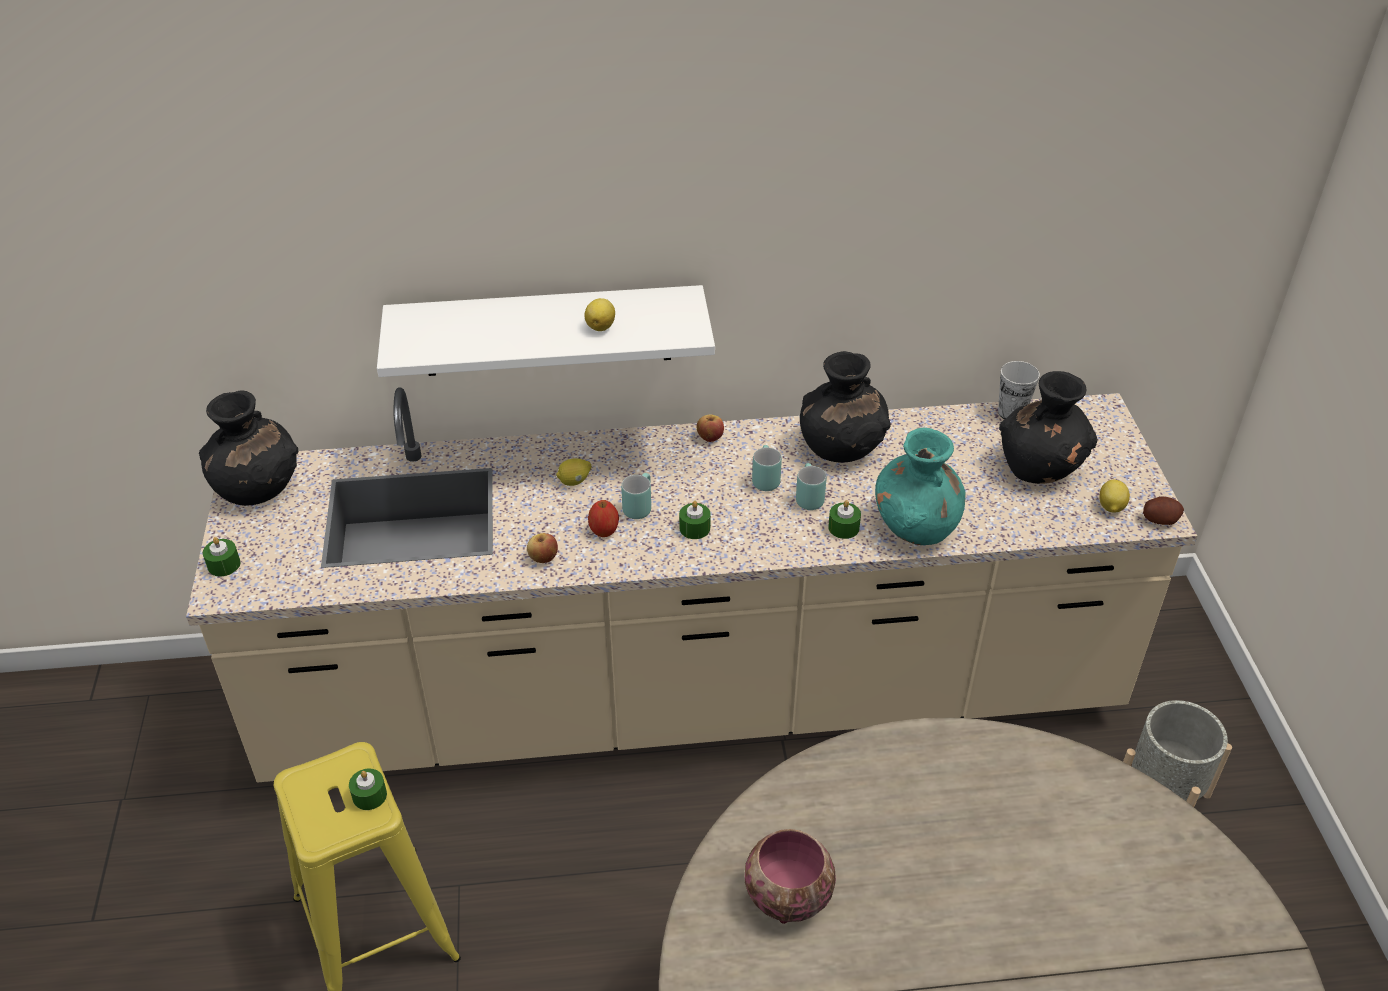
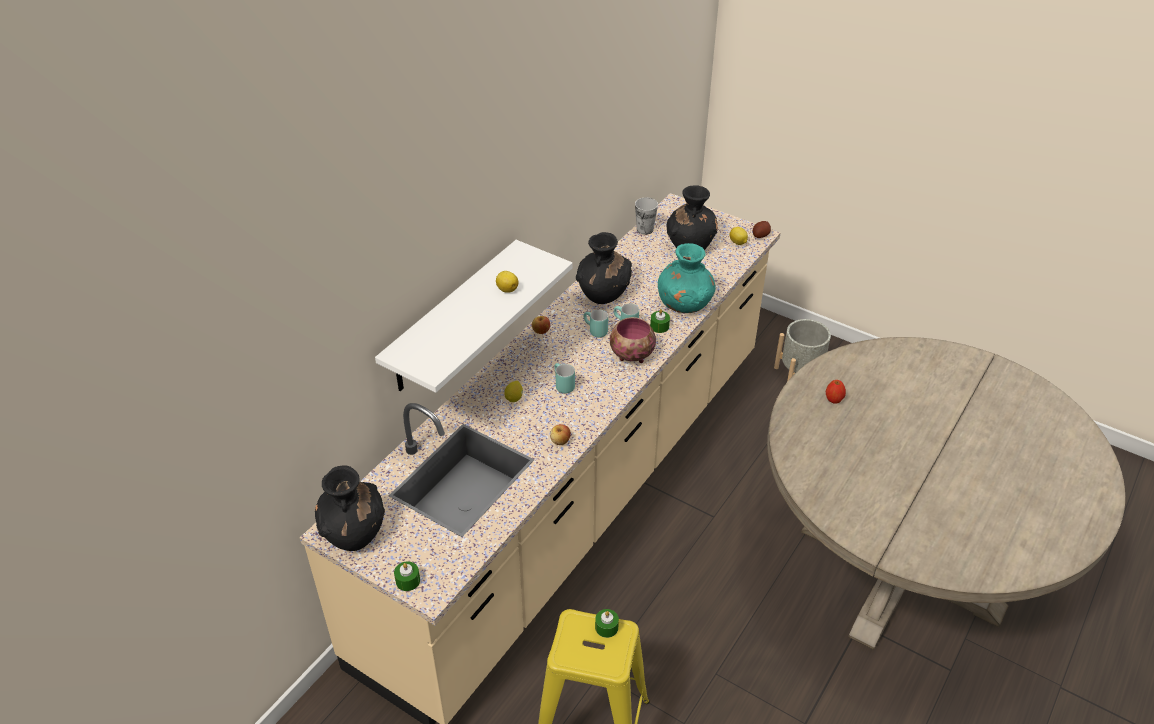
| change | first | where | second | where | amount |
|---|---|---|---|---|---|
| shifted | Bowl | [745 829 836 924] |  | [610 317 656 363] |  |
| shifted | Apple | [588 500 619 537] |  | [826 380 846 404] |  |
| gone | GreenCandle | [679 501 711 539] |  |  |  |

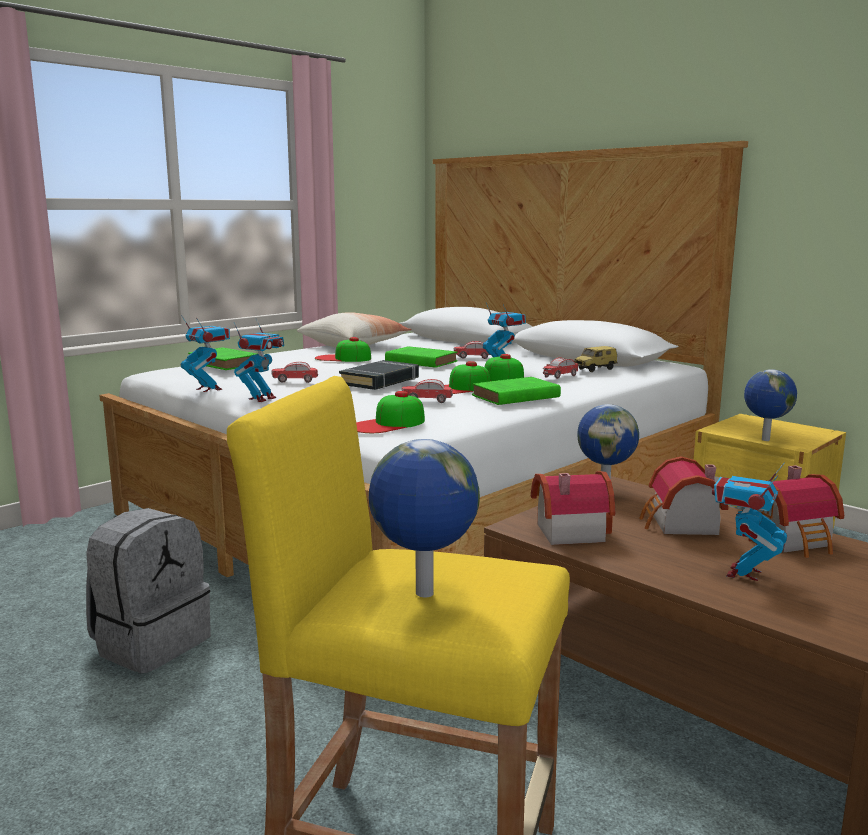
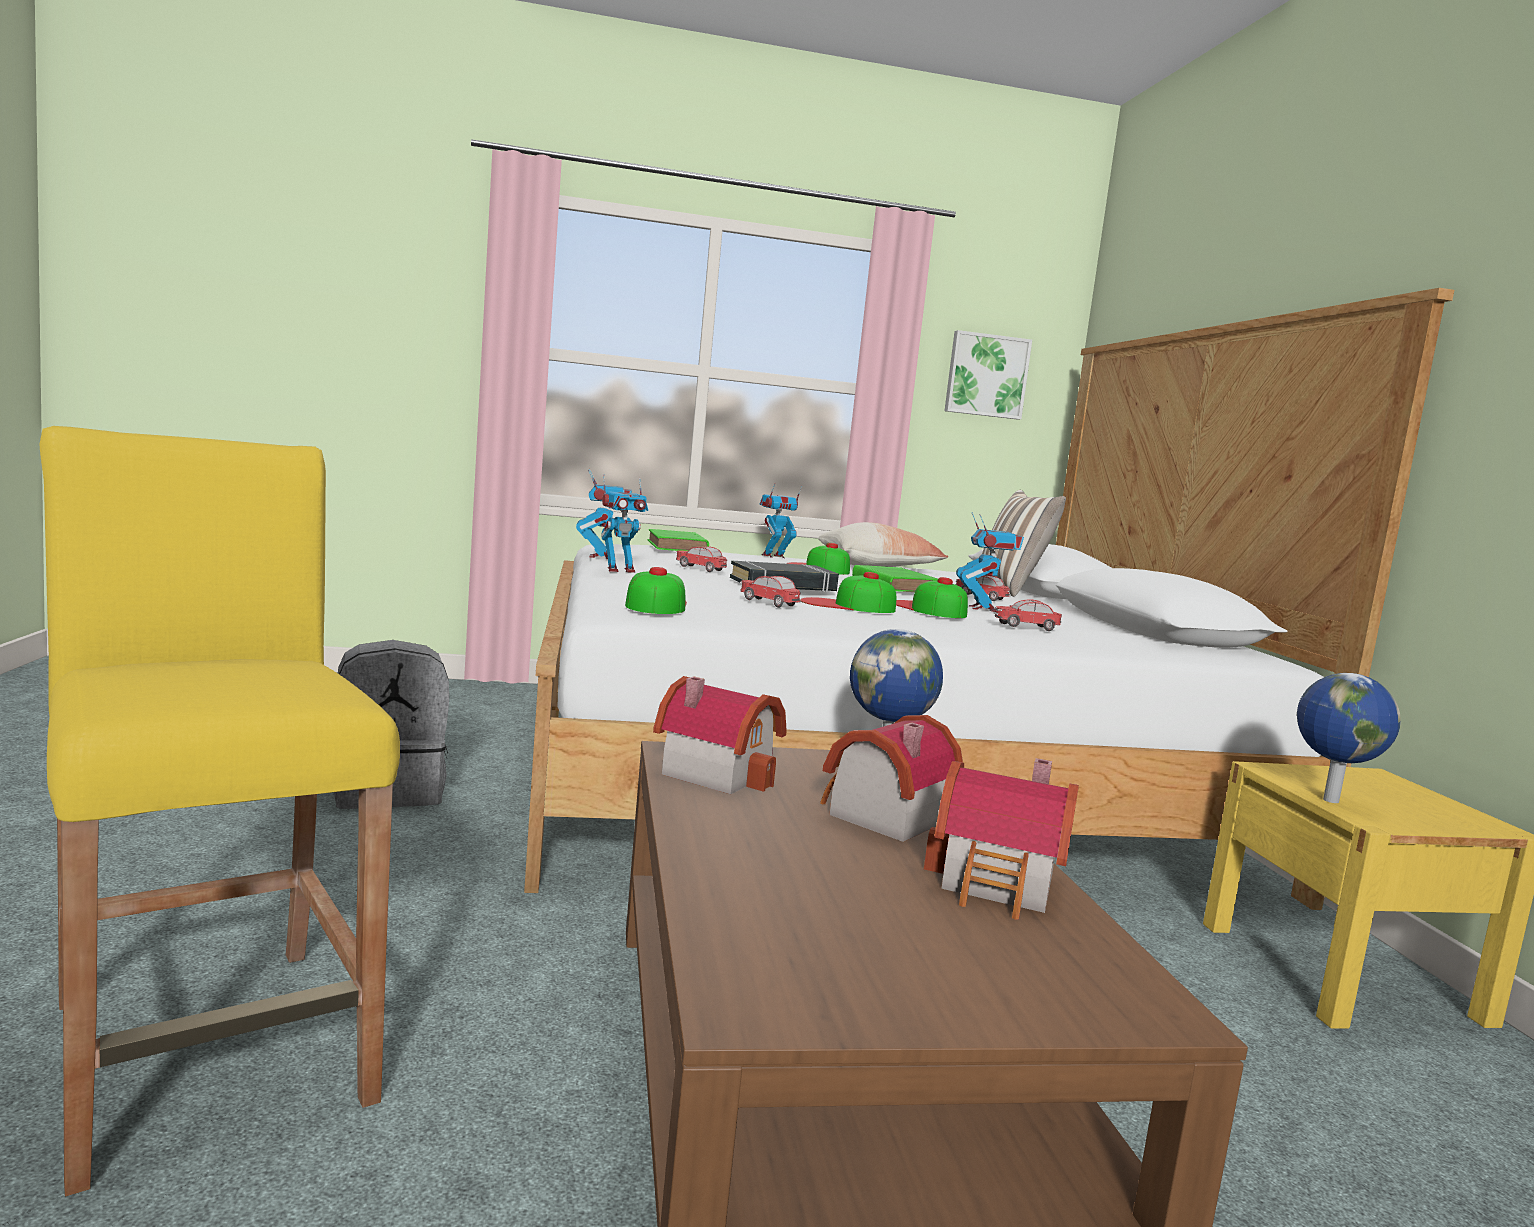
| change | first | where | second | where | amount |
|---|---|---|---|---|---|
| rotated | Cap | [356 391 425 433] |  | [625 567 687 614] | 90 degrees clockwise |
| shifted | ToyRobot | [712 463 787 581] |  | [760 484 802 558] |  |
| new |  |  | Picture | [944 330 1032 419] |  |
| new |  |  | Pillow | [982 490 1066 597] |  |
| gone | Globe | [369 439 480 597] |  |  |  |
| gone | GreenBook | [472 377 561 405] |  |  |  |
| gone | ToyCar | [574 346 618 372] |  |  |  |

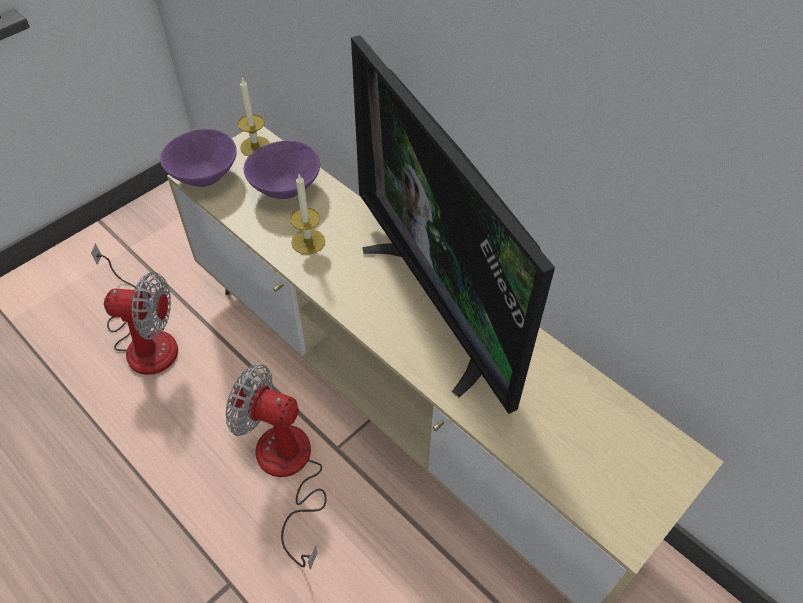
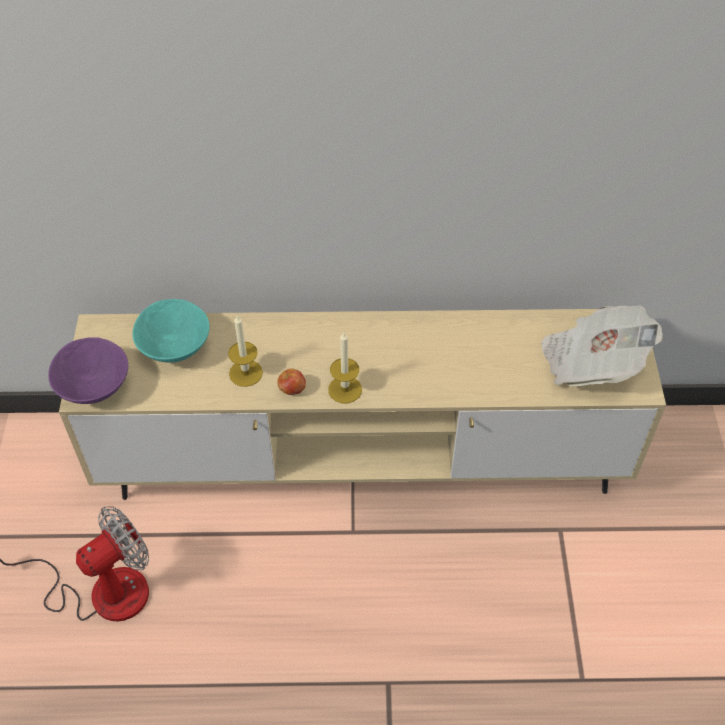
| change | first | where | second | where | amount |
|---|---|---|---|---|---|
| repainted | PurpleBowl | [243 141 320 199] | TurquoiseBowl | [133 299 210 363] |  |
| new |  |  | Apple | [278 369 306 395] |  |
| shifted | Candle | [238 77 270 156] |  | [328 332 362 403] |  |
| new |  |  | Newspaper | [541 305 663 386] |  |
| gone | Fan | [226 364 327 570] |  |  |  |
| gone | Television | [351 35 555 414] |  |  |  |

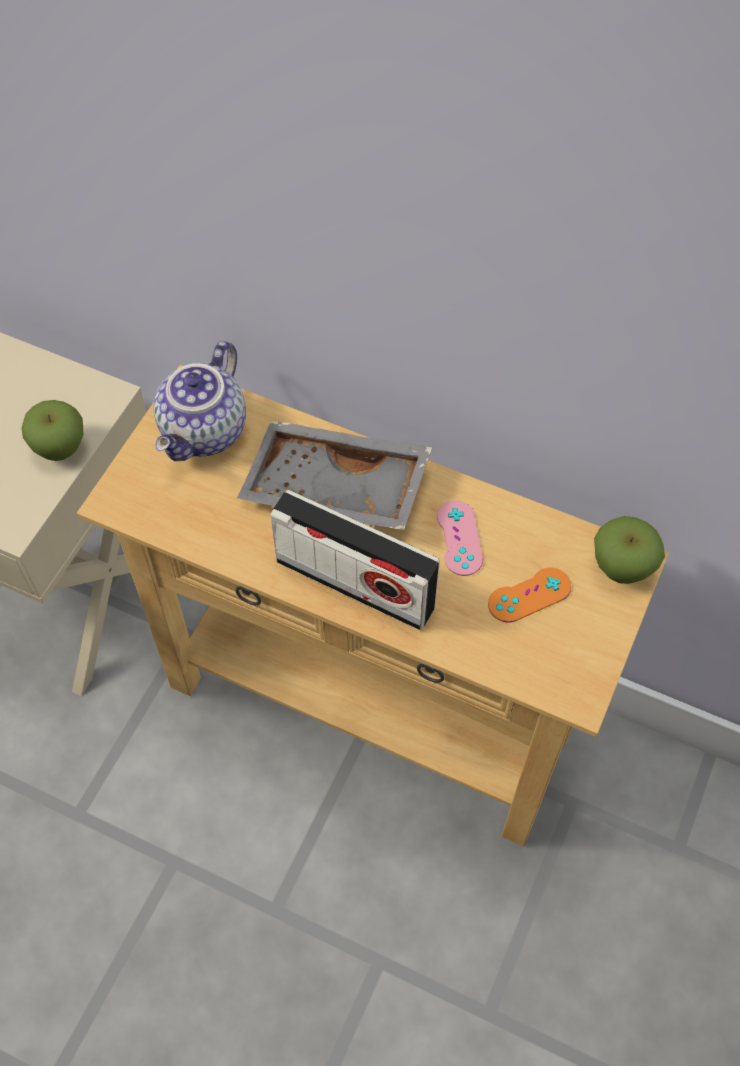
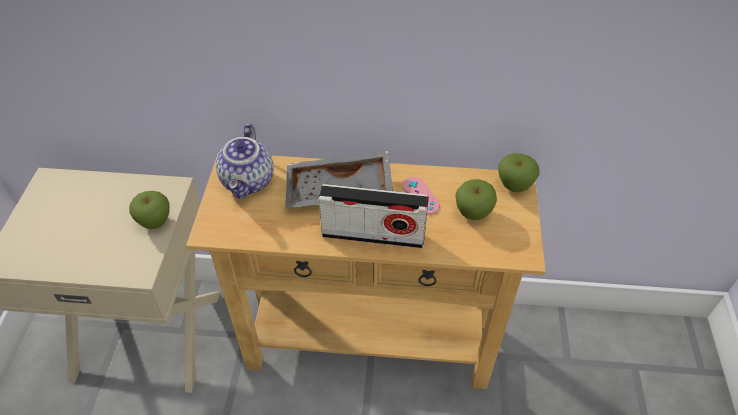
| change | first | where | second | where | amount |
|---|---|---|---|---|---|
| swapped | OrangeGameController | [488 568 571 623] | Apple | [455 179 497 220] |  |

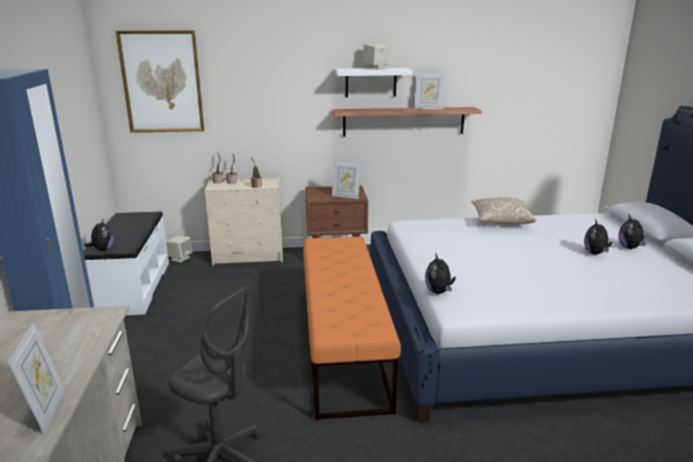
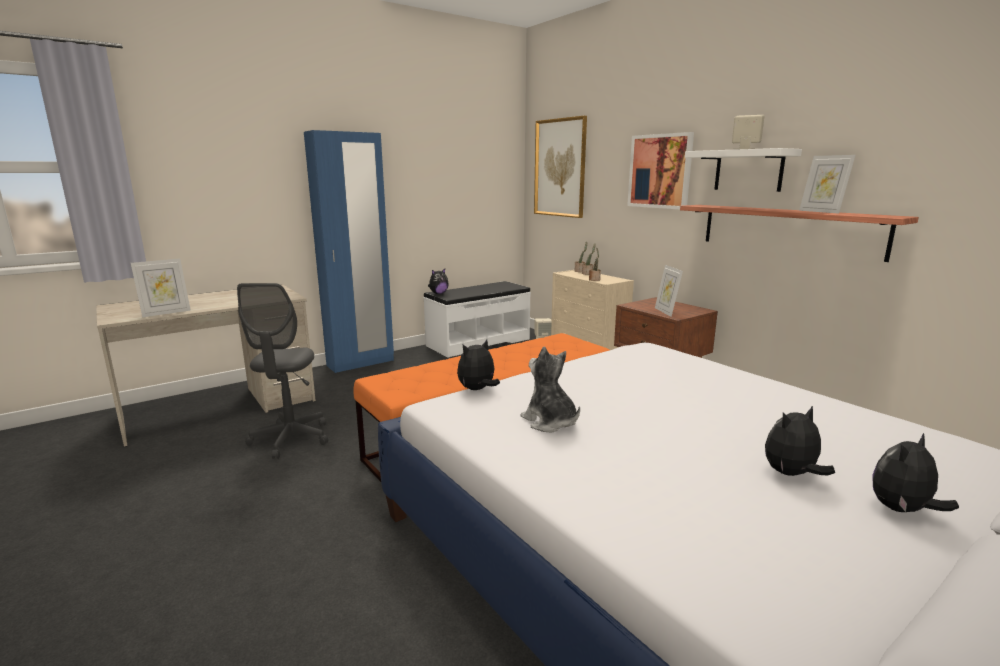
| change | first | where | second | where | amount |
|---|---|---|---|---|---|
| new |  |  | PlushToy | [520 347 580 432] |  |
| new |  |  | Picture | [627 132 694 209] |  |
| gone | Pillow | [471 197 536 225] |  |  |  |

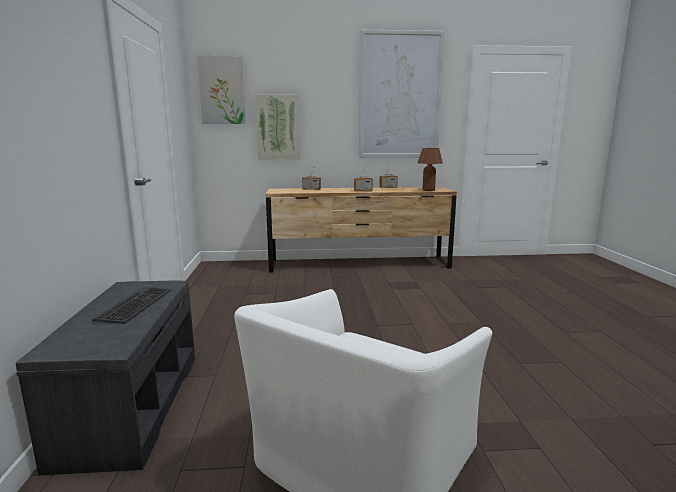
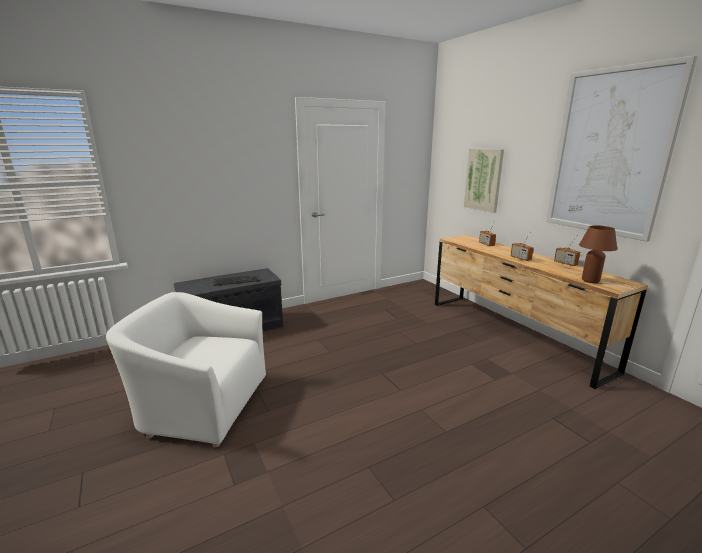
| change | first | where | second | where | amount |
|---|---|---|---|---|---|
| gone | Picture | [197 56 246 124] |  |  |  |

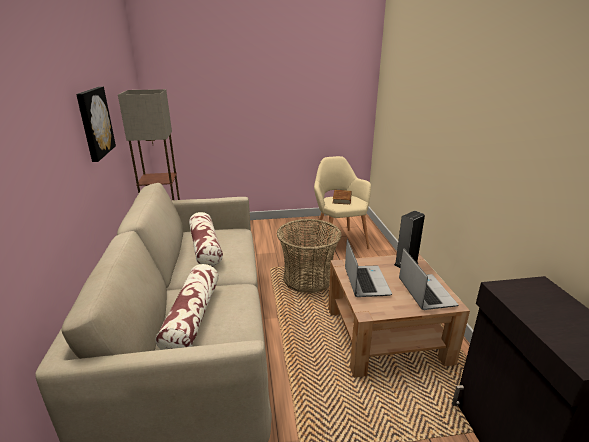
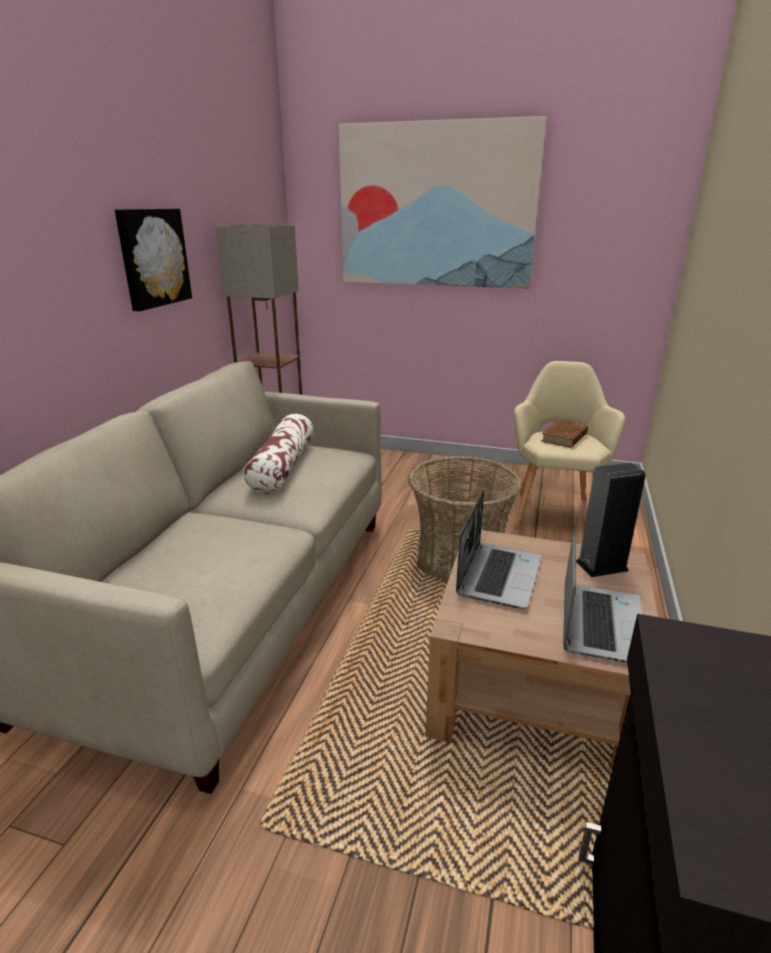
| change | first | where | second | where | amount |
|---|---|---|---|---|---|
| new |  |  | Picture | [339 116 547 289] |  |
| gone | Pillow | [155 264 219 350] |  |  |  |

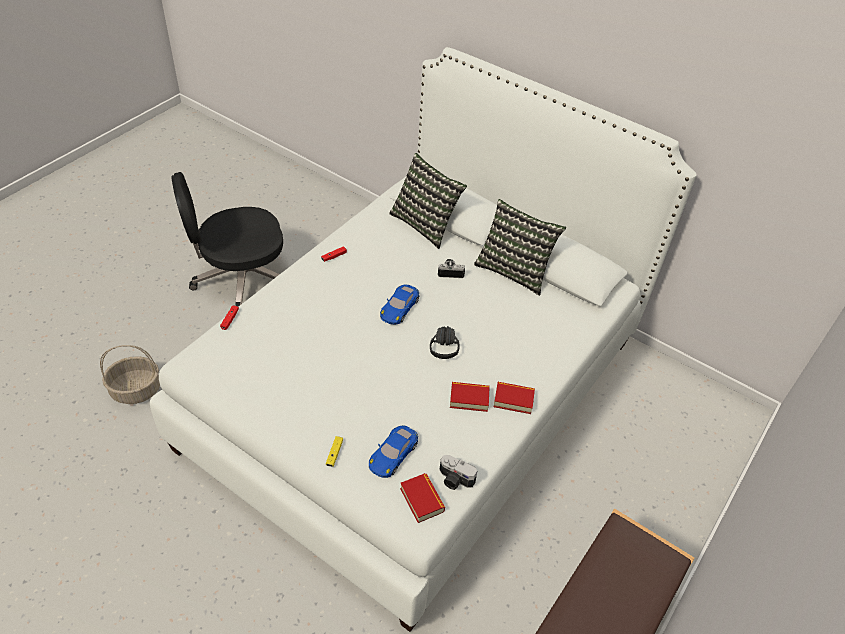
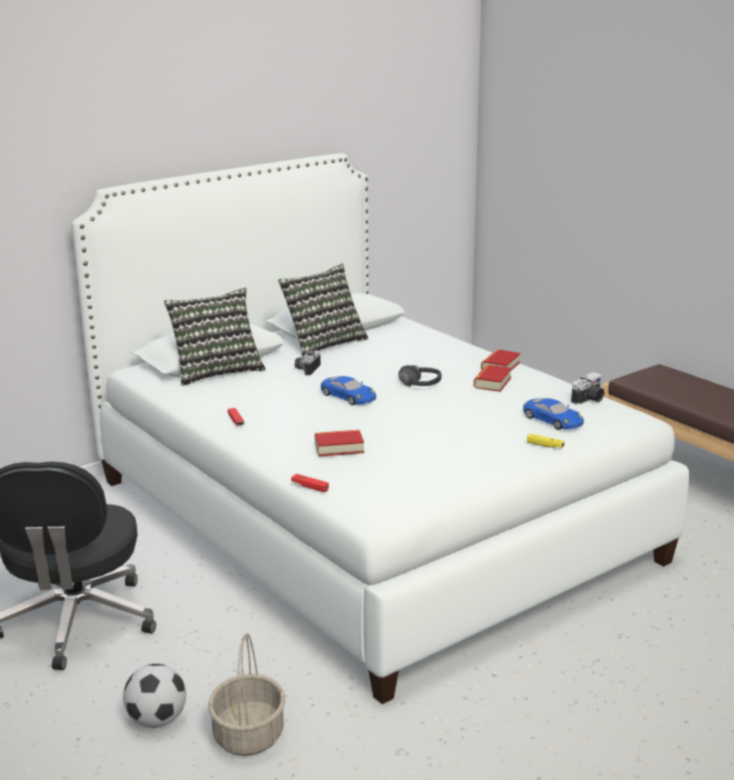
| change | first | where | second | where | amount |
|---|---|---|---|---|---|
| new |  |  | Football | [123 664 186 728] |  |
| shifted | Book | [400 473 445 523] |  | [315 430 364 457] |  |

